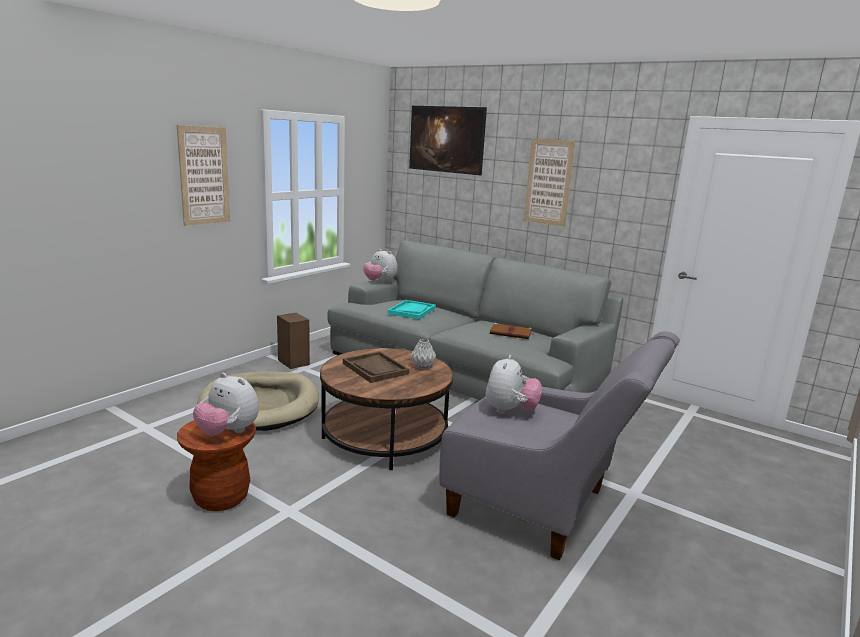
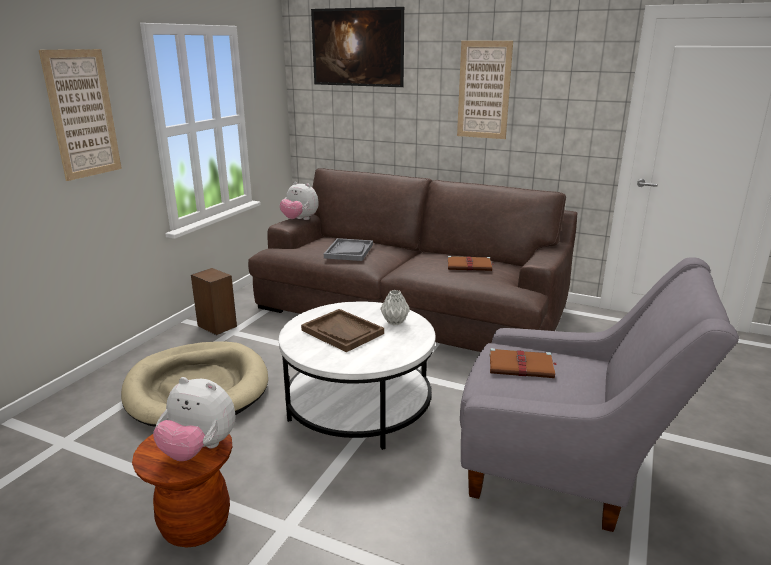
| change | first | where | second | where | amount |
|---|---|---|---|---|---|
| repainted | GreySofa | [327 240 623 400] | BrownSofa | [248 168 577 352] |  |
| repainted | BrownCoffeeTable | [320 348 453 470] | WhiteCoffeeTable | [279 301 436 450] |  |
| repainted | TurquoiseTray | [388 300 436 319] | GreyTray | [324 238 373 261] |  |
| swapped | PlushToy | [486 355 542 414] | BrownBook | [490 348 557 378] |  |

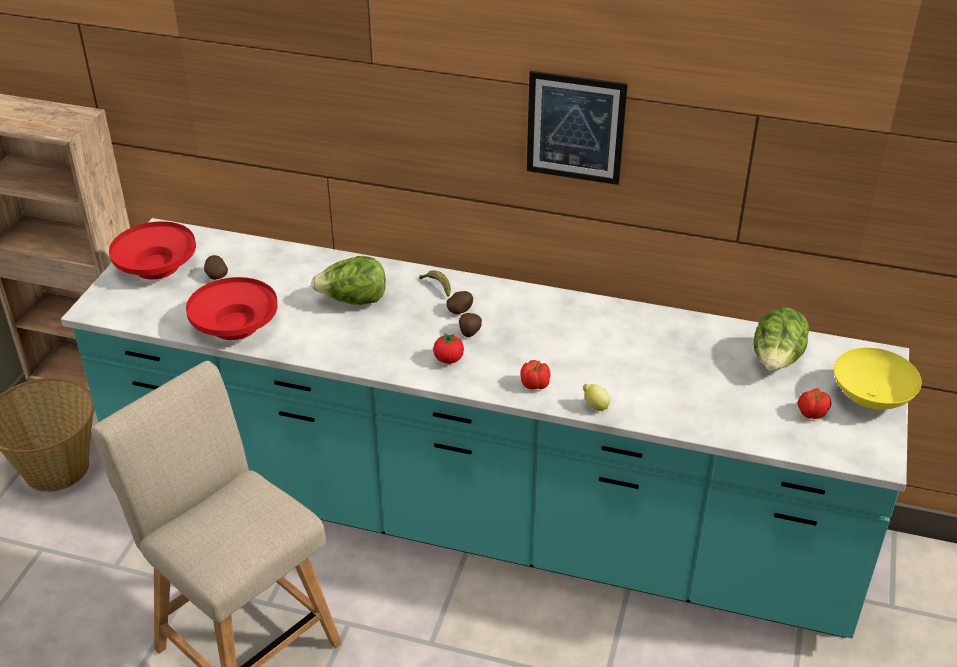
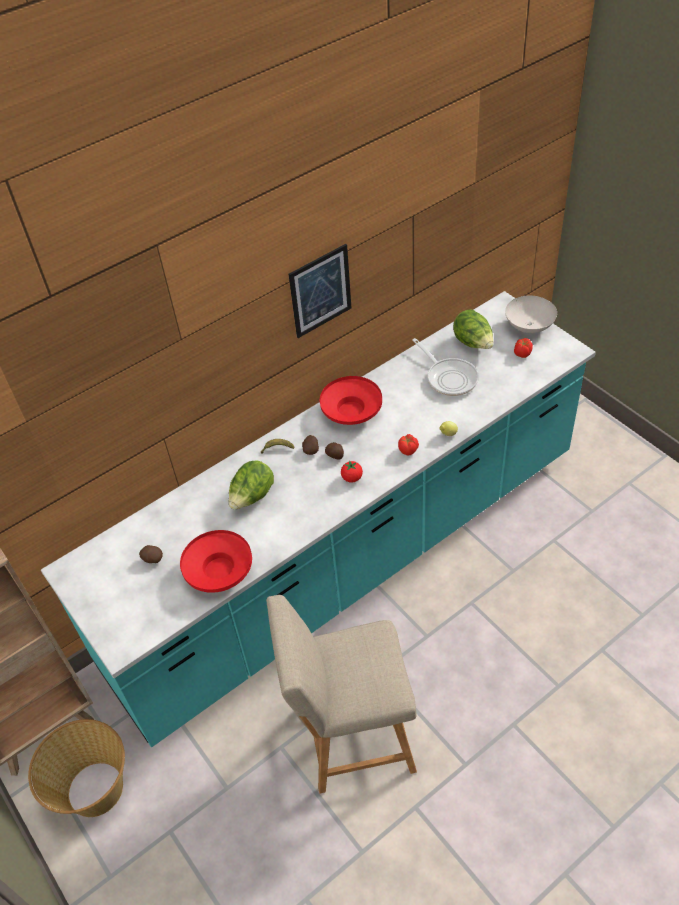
| change | first | where | second | where | amount |
|---|---|---|---|---|---|
| shifted | RedBowl | [109 221 196 279] |  | [320 376 382 425] |  |
| new |  |  | FryingPan | [412 338 479 396] |  |
| repainted | YellowBowl | [834 348 922 410] | WhiteBowl | [505 296 557 333] |  |

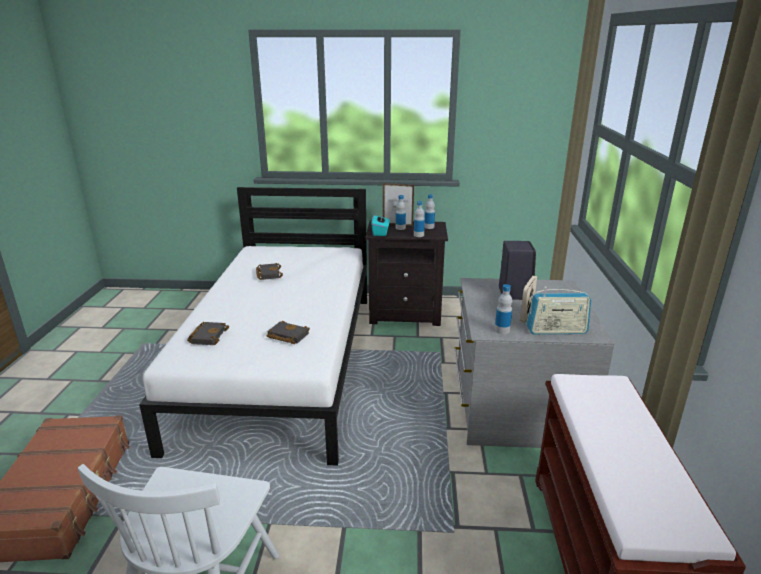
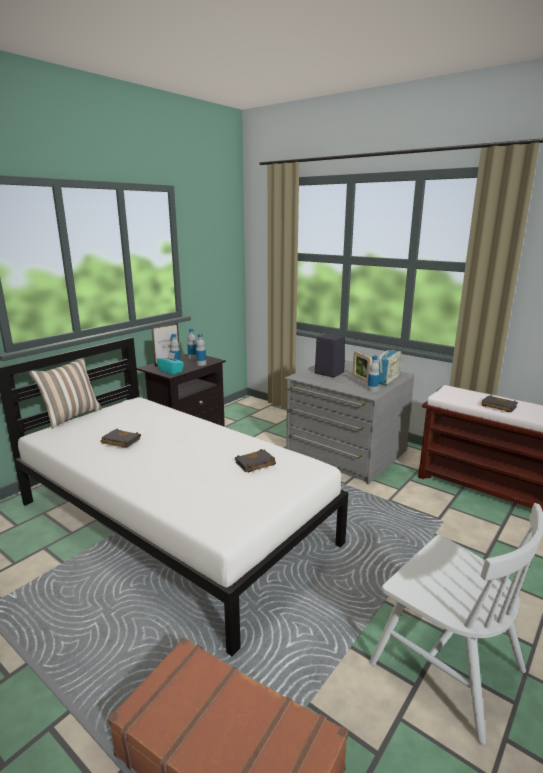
| change | first | where | second | where | amount |
|---|---|---|---|---|---|
| new |  |  | Pillow | [29 358 102 429] |  |
| shifted | BlackBook | [187 322 229 345] |  | [481 395 518 412] |  |

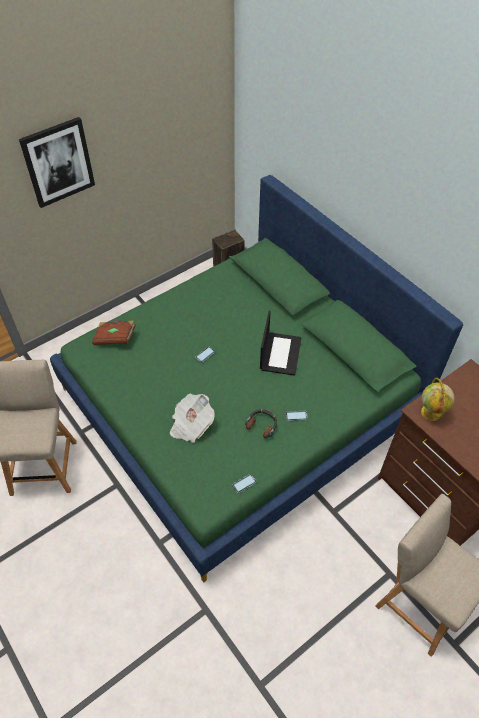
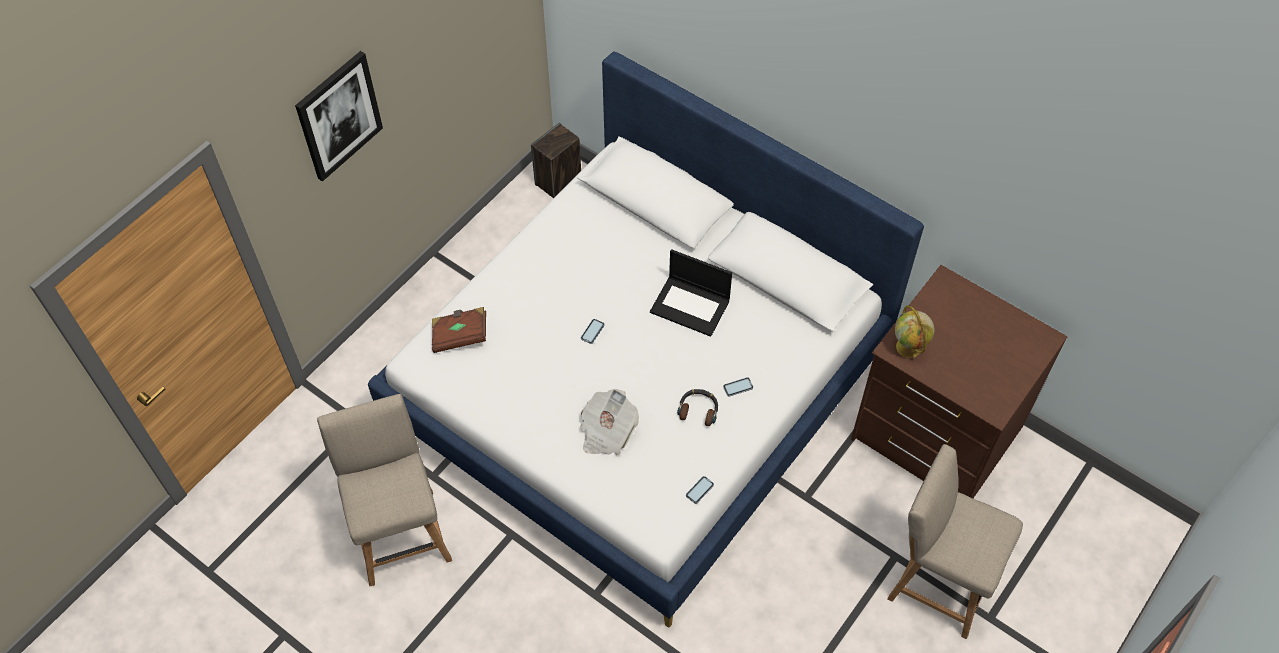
| change | first | where | second | where | amount |
|---|---|---|---|---|---|
| repainted | GreenBed | [50 175 463 582] | WhiteBed | [368 52 924 628] |  |
| rotated | Laptop | [260 311 302 376] |  | [650 249 732 337] | 120 degrees clockwise |

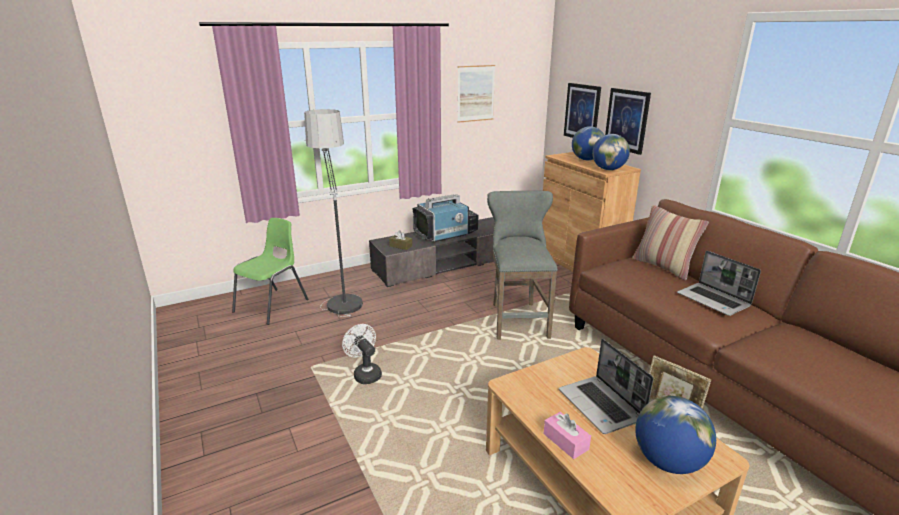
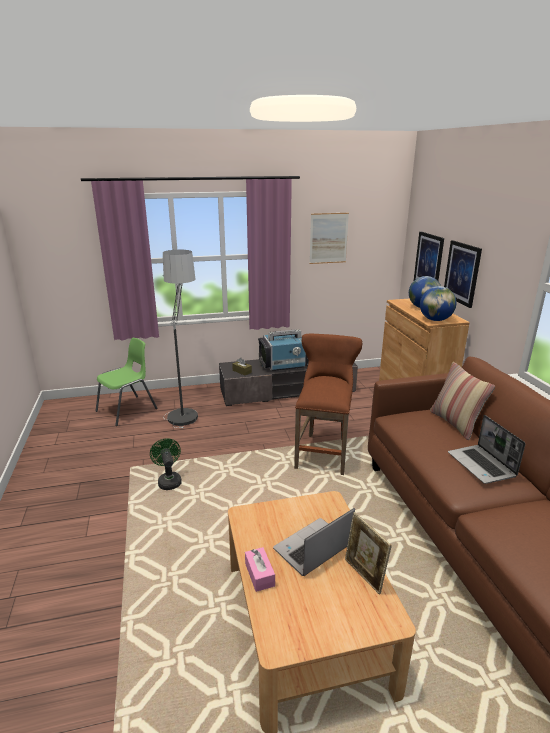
| change | first | where | second | where | amount |
|---|---|---|---|---|---|
| repainted | WhiteFan | [342 324 382 384] | GreenFan | [150 438 182 490] |  |
| rotated | Laptop | [559 339 654 434] |  | [273 508 355 576] | 60 degrees clockwise |
| repainted | GreyStool | [487 191 558 340] | BrownStool | [294 334 363 475] |  |
| gone | Globe | [635 396 716 474] |  |  |  |

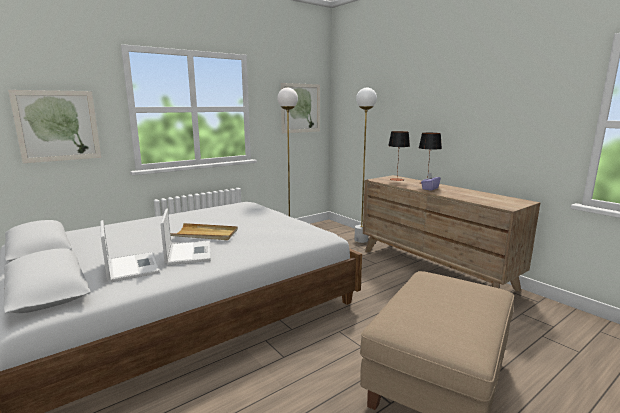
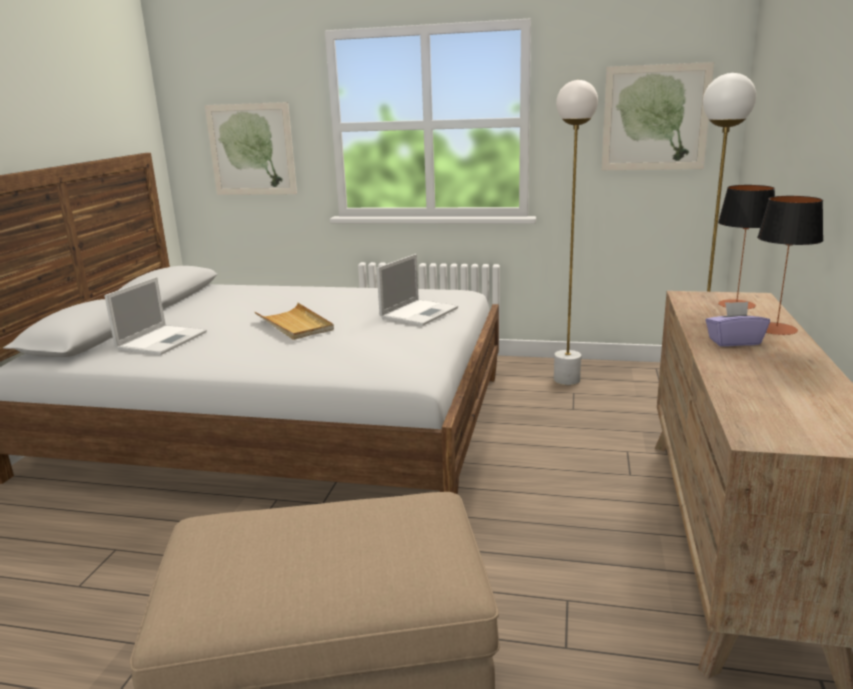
| change | first | where | second | where | amount |
|---|---|---|---|---|---|
| shifted | Laptop | [160 208 211 265] |  | [377 254 458 326] |  |

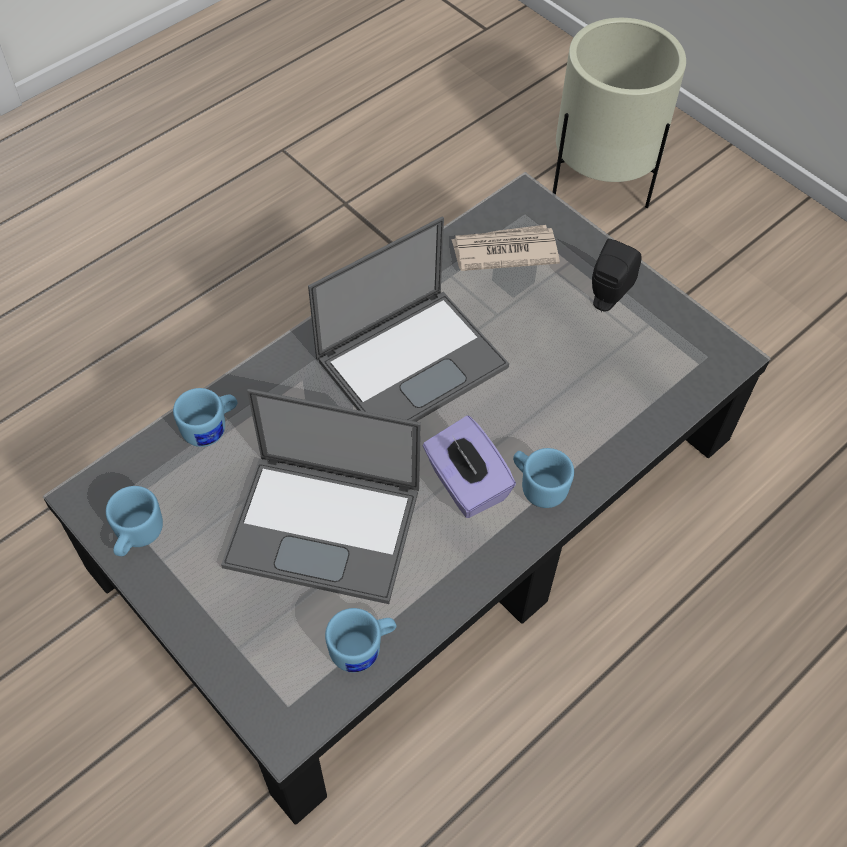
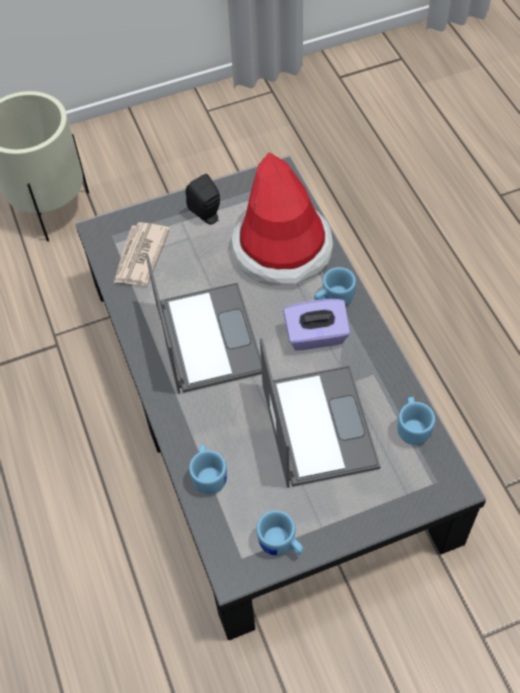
| change | first | where | second | where | amount |
|---|---|---|---|---|---|
| new |  |  | Hat | [232 152 333 286] |  |
| rotated | Laptop | [221 389 421 604] |  | [260 338 381 488] | 45 degrees counterclockwise |

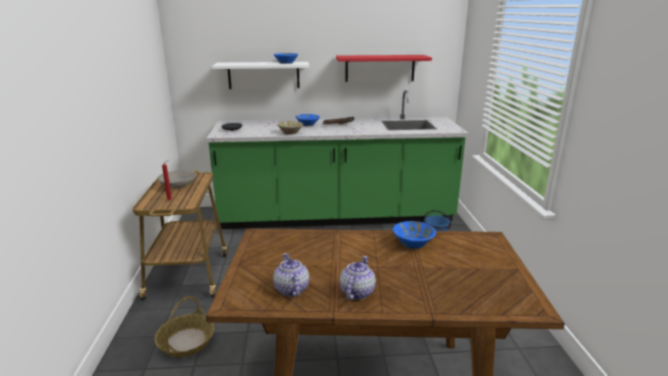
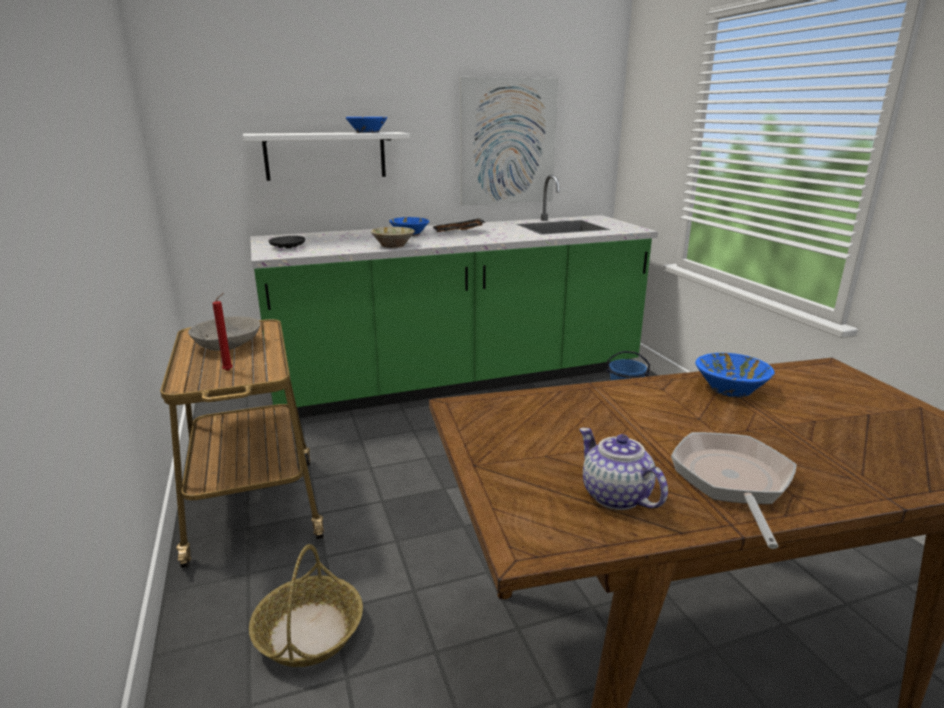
| change | first | where | second | where | amount |
|---|---|---|---|---|---|
| swapped | RedShelf | [336 55 432 82] | Picture | [460 77 558 205] |  |
| swapped | Teapot | [340 256 376 300] | FryingPan | [671 432 797 549] |  |

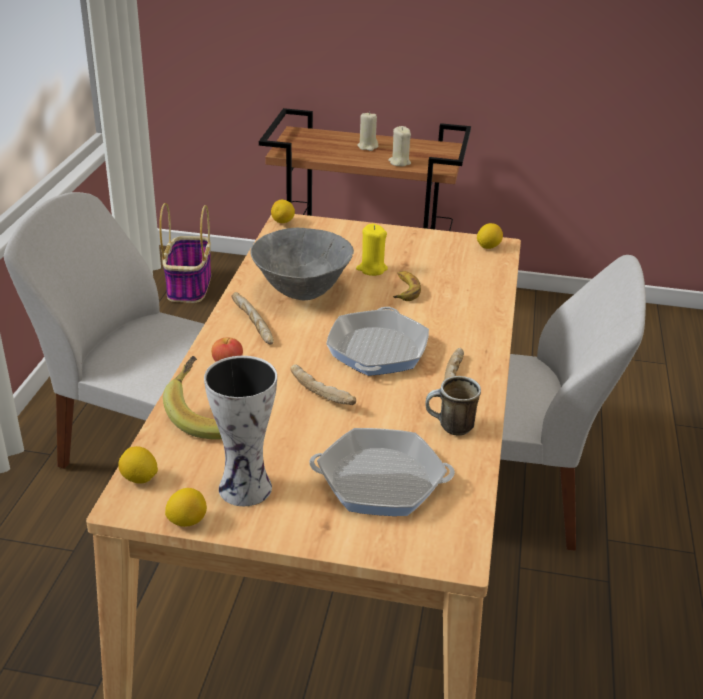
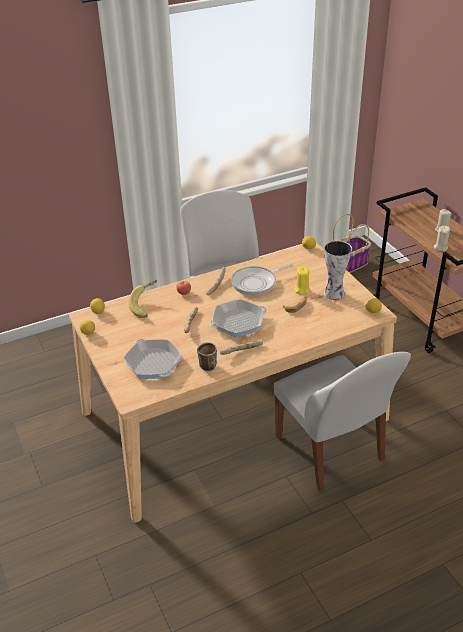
| change | first | where | second | where | amount |
|---|---|---|---|---|---|
| swapped | GreyBowl | [250 228 354 301] | FryingPan | [231 263 294 296] |  |
| shifted | Vase | [204 356 277 506] |  | [324 240 352 300] |  |

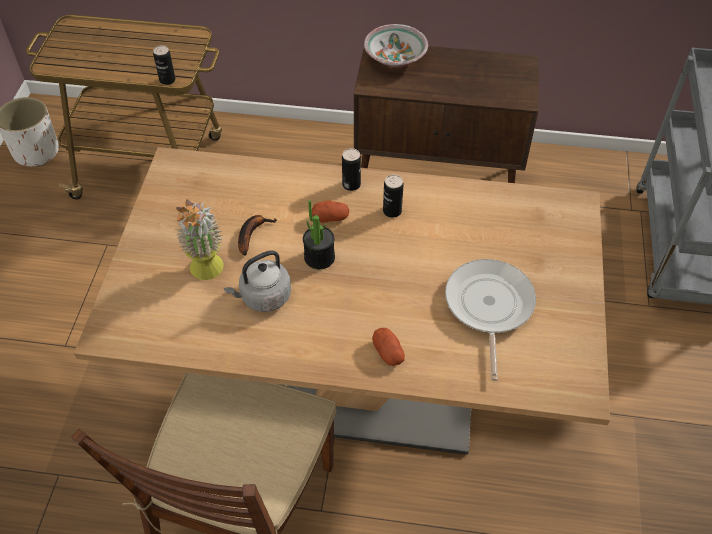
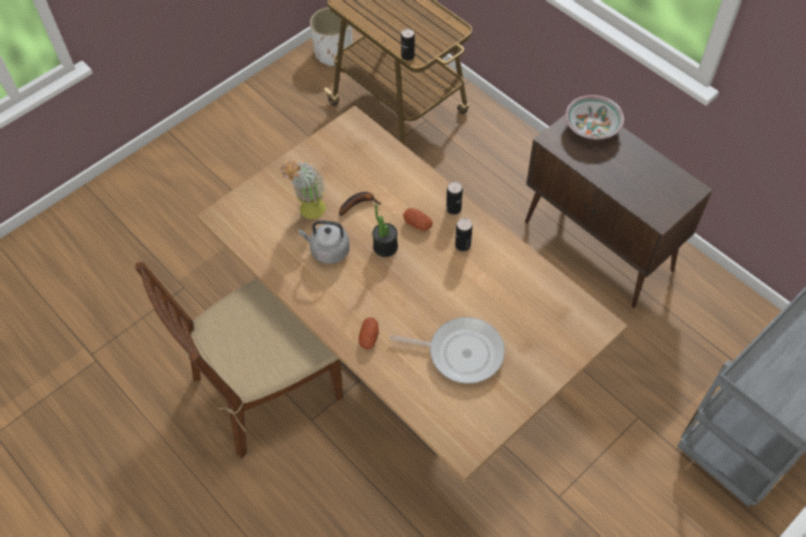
| change | first | where | second | where | amount |
|---|---|---|---|---|---|
| rotated | FryingPan | [445 259 536 381] |  | [390 317 505 384] | 60 degrees clockwise |

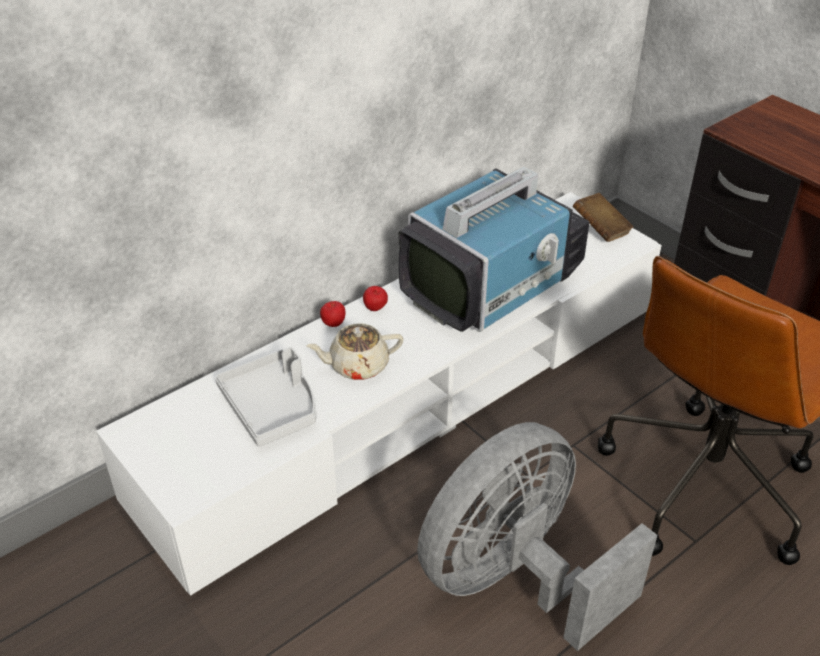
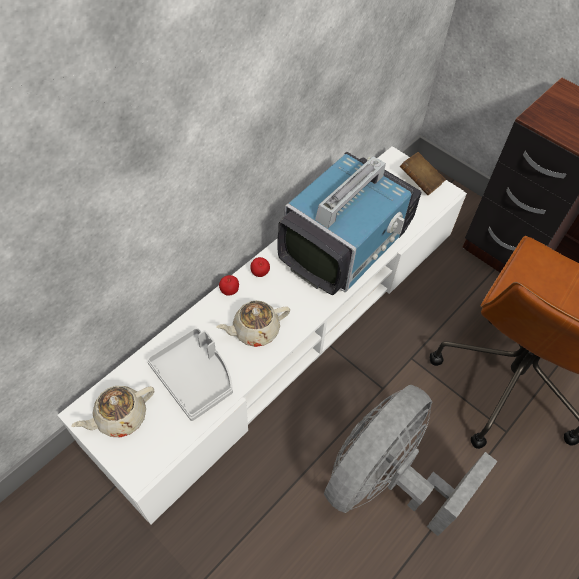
| change | first | where | second | where | amount |
|---|---|---|---|---|---|
| new |  |  | BeigeTeapot | [71 386 154 437] |  |

